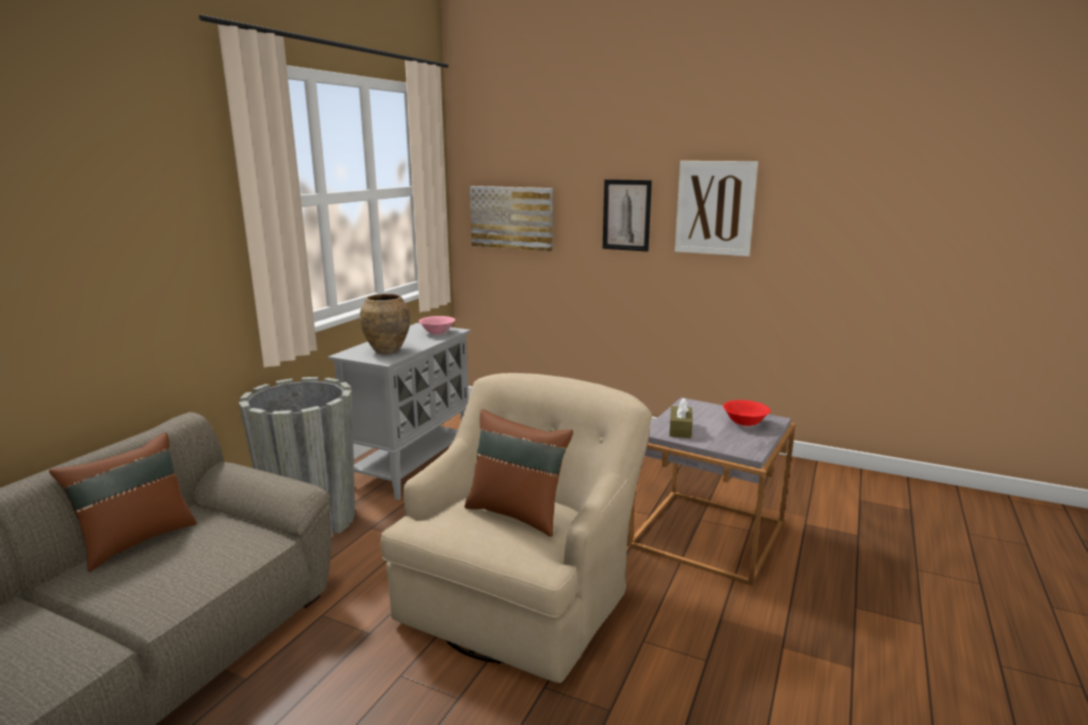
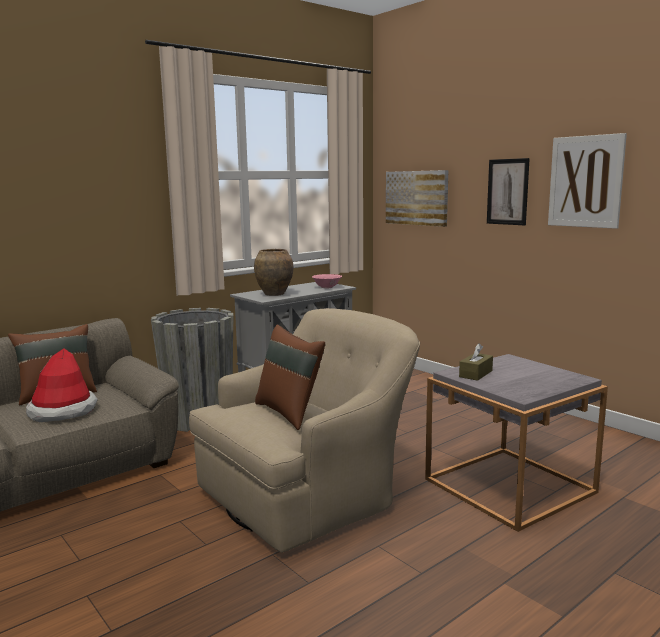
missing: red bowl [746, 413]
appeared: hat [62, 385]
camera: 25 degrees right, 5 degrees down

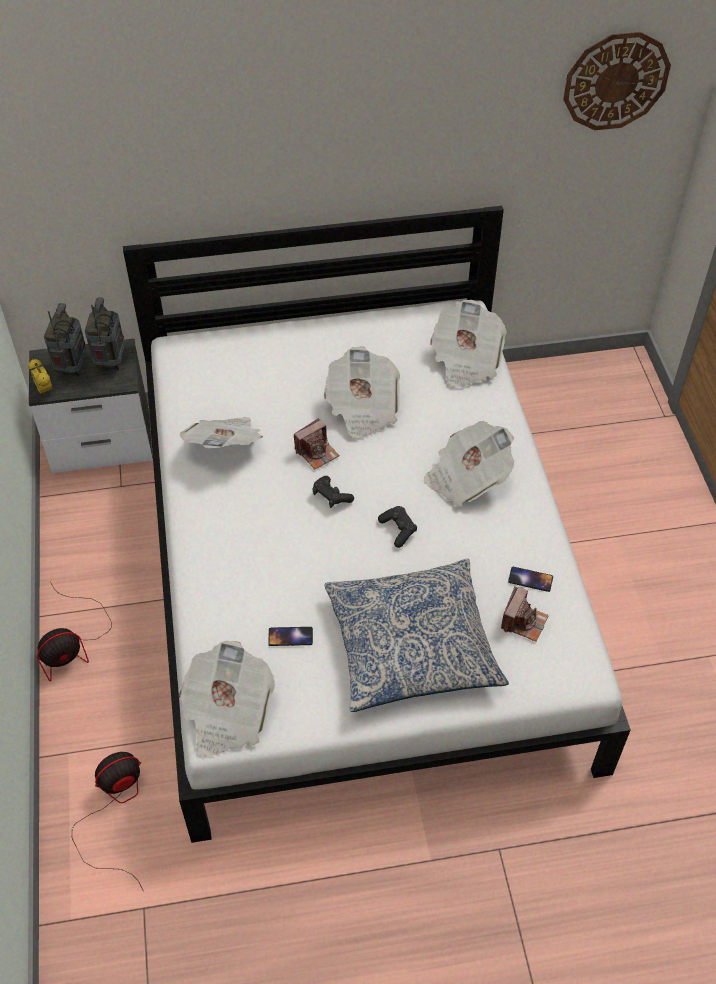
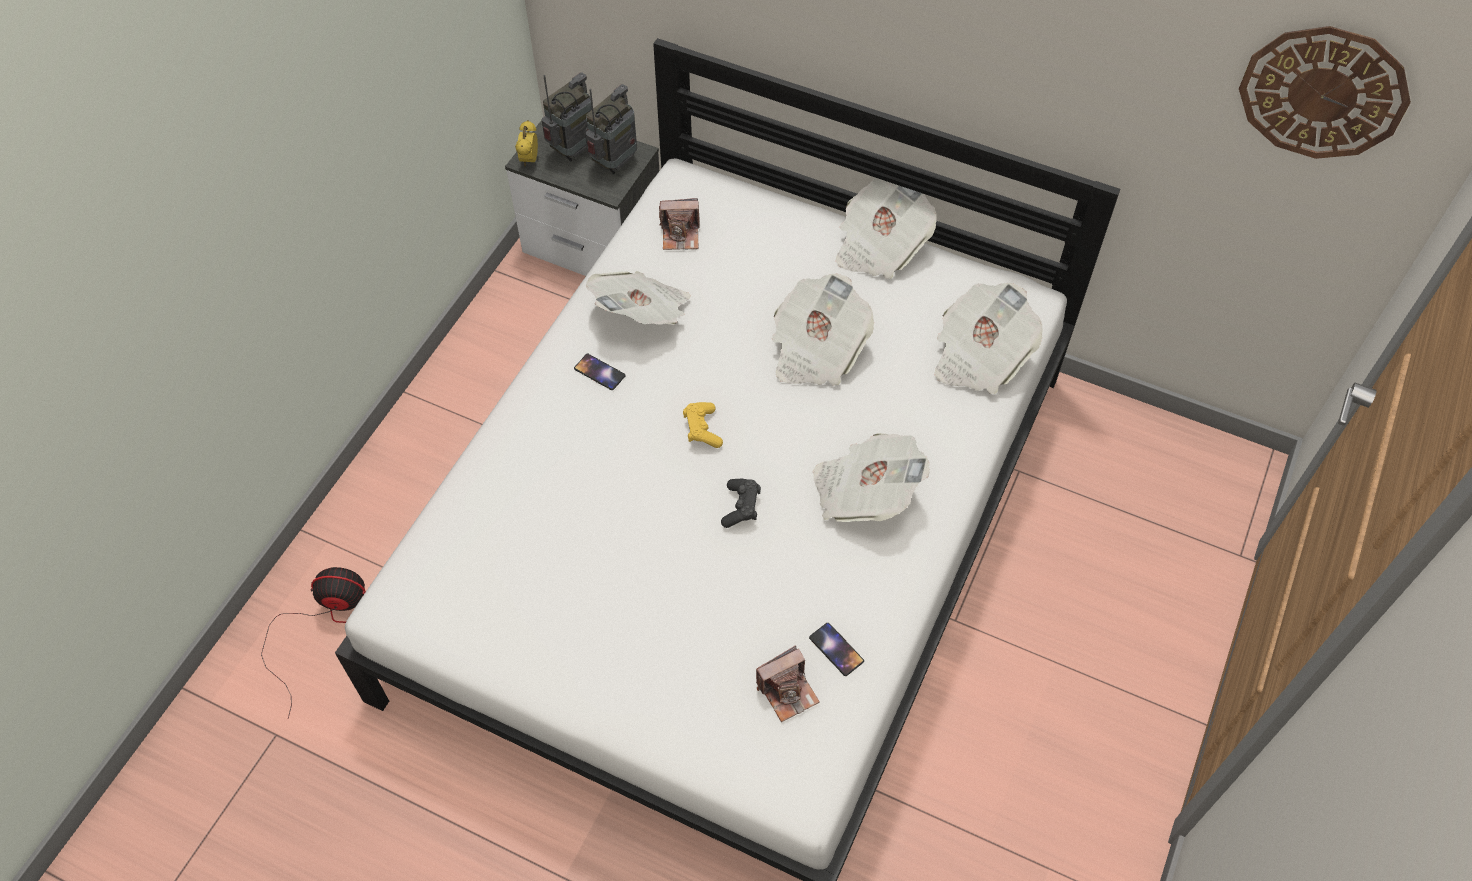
missing: fan [74, 631]; pillow [416, 635]
relocated: newspaper [227, 698] to [886, 228]; phone [290, 636] to [600, 372]; photo camera [317, 443] to [679, 224]
colour: black game controller [333, 492] to yellow game controller [703, 425]
camera: 35 degrees right, 5 degrees up

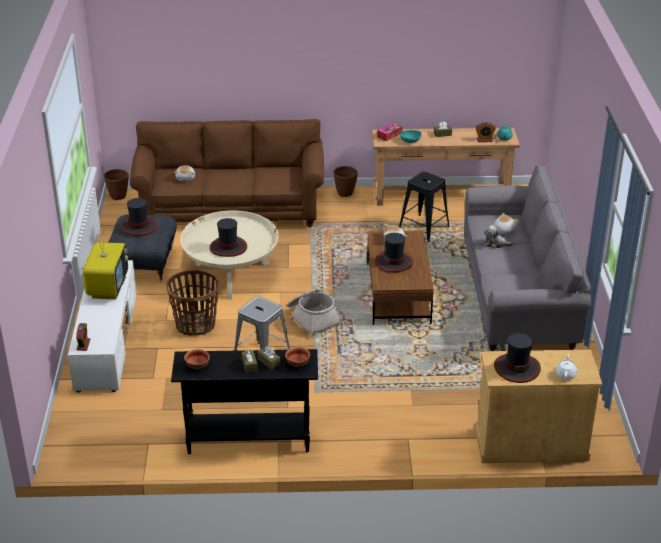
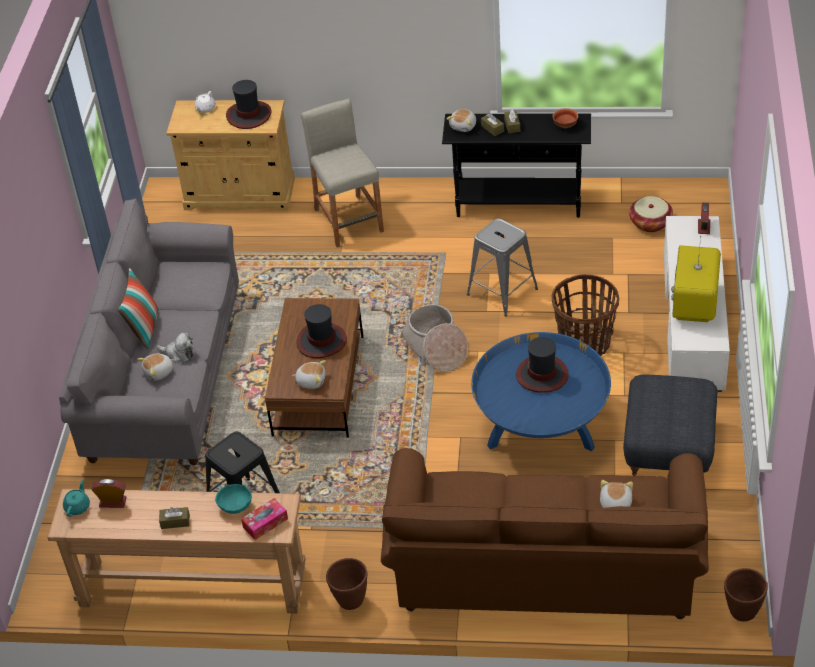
missing: hat [139, 217]
appeared: pillow [138, 308]; beige stool [342, 173]; basket [651, 214]
exchanged: bowl [297, 357] to plush toy [461, 120]
colour: beige coffee table [229, 255] to blue coffee table [541, 391]
camera: 170 degrees left, 10 degrees up

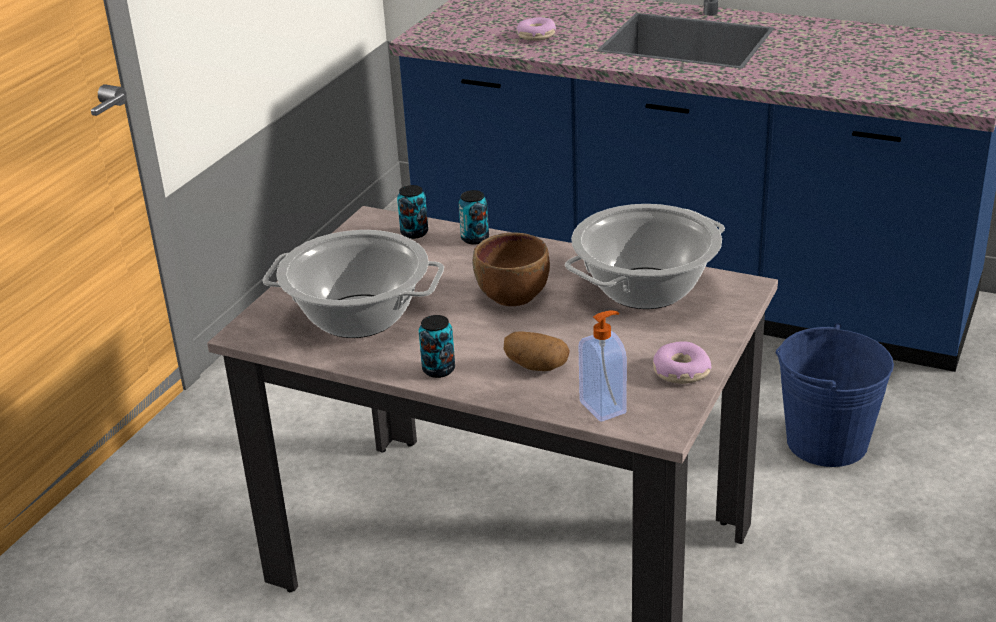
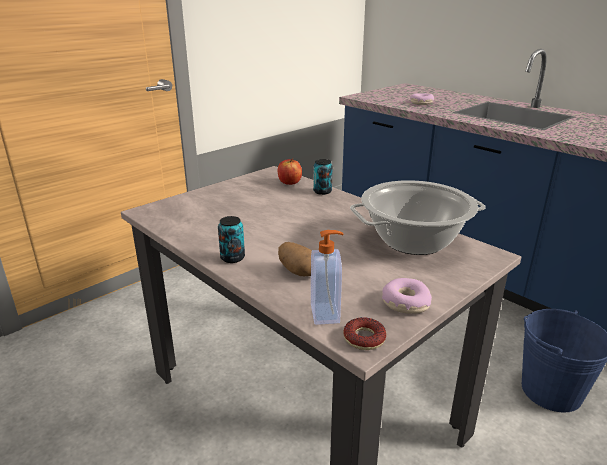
missing: cooking pot [353, 284]; brown bowl [511, 269]
appeared: donut [364, 333]
exchanged: can [412, 212] to apple [290, 171]
camera: 20 degrees right, 5 degrees down

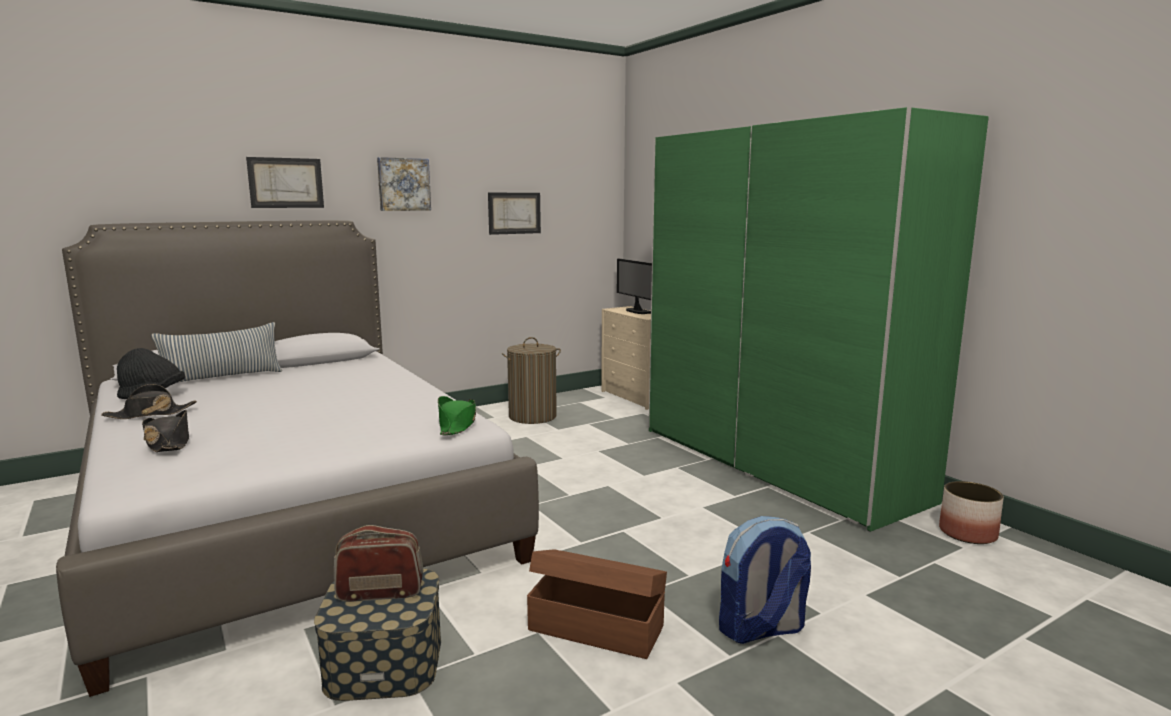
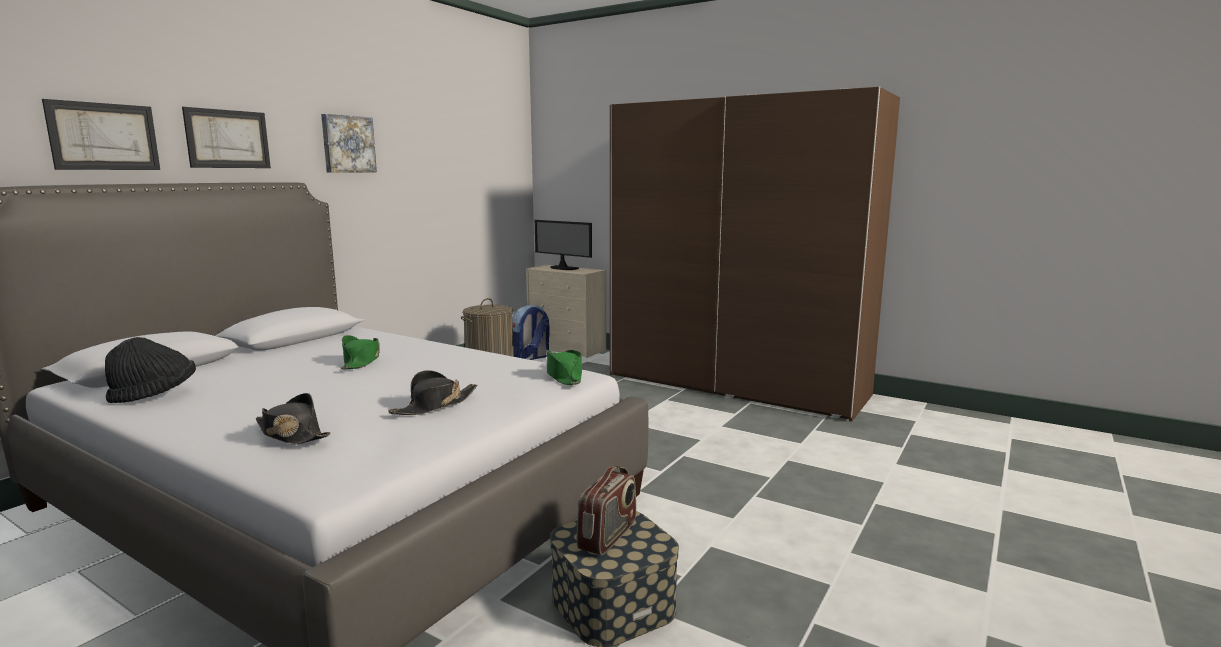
missing: pillow [216, 352]; brown storage box [597, 604]; planter [971, 512]
appeared: green hat [360, 352]
relocated: black hat [149, 401] to [432, 392]; picture [514, 214] to [101, 134]; backpack [765, 580] to [531, 332]
colour: green wardrobe [819, 319] to brown wardrobe [755, 254]
spun: radio [378, 563] = [606, 510] 150 degrees clockwise
camera: 25 degrees left, 0 degrees up

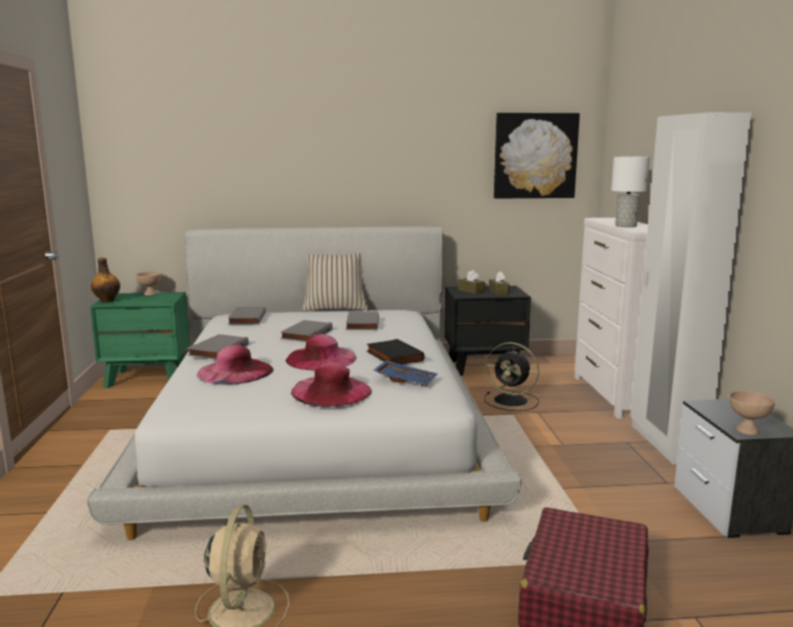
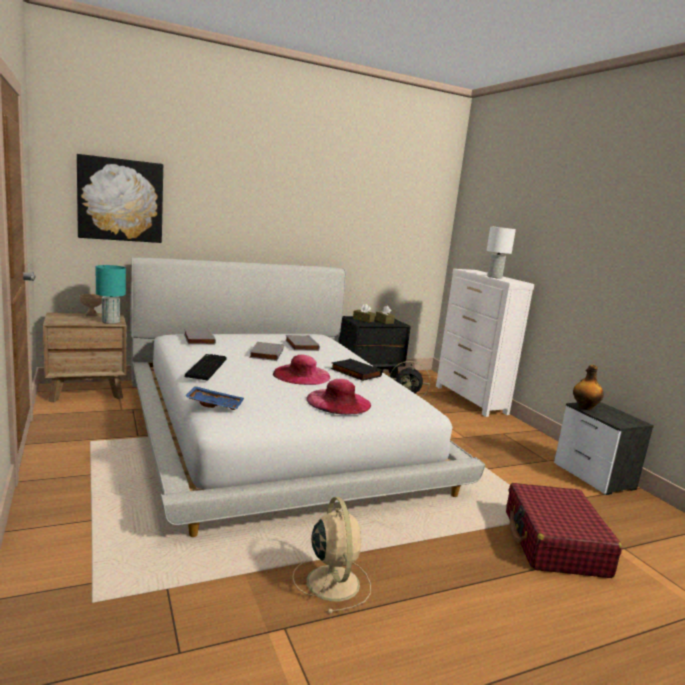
missing: pink hat [235, 365]; beige pillow [334, 282]; white wardrobe [691, 288]; beige bowl [752, 413]
appeared: turquoise table lamp [111, 294]
relocated: bottle [105, 280] to [588, 387]; blue tray [405, 373] to [214, 398]; picture [537, 156] to [120, 198]
exchanged: grey book [218, 347] to keyboard [206, 367]
colour: green nightstand [140, 340] to brown nightstand [84, 357]
camera: 20 degrees left, 0 degrees up

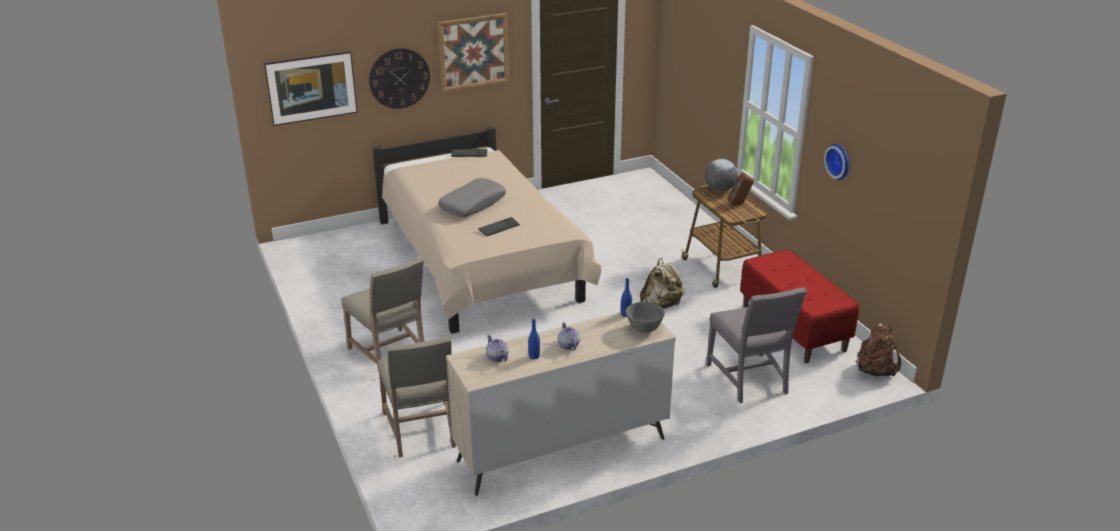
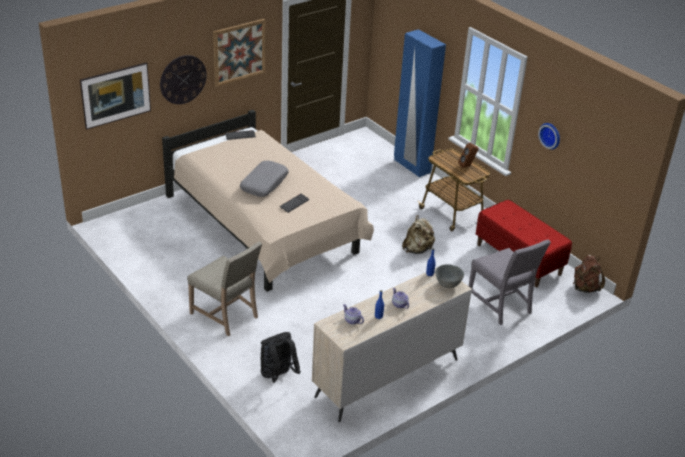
missing: globe [721, 175]
appeared: blue wardrobe [420, 103]
exchanged: beige chair [416, 397] to black backpack [281, 357]
camera: 15 degrees left, 5 degrees up

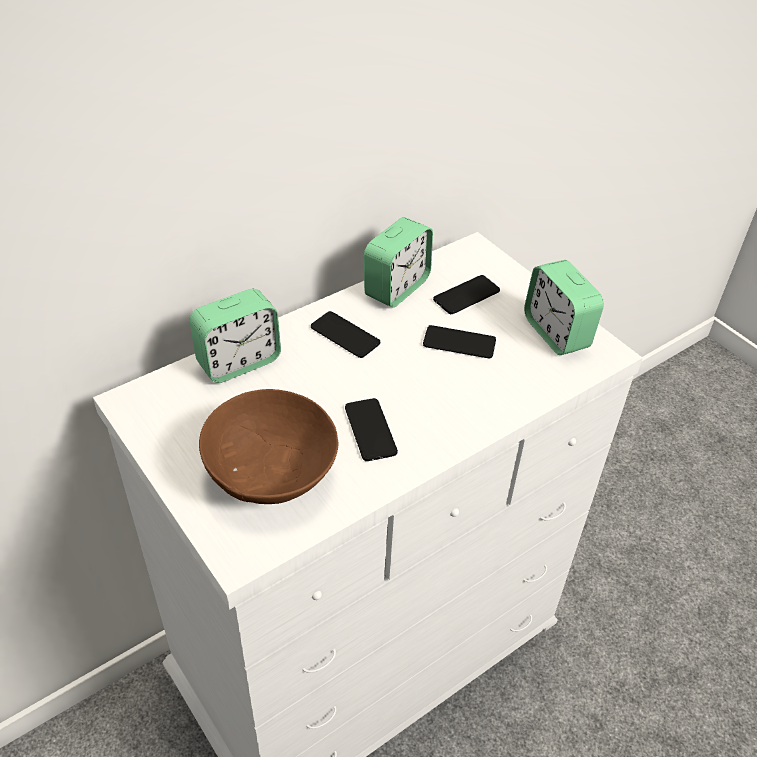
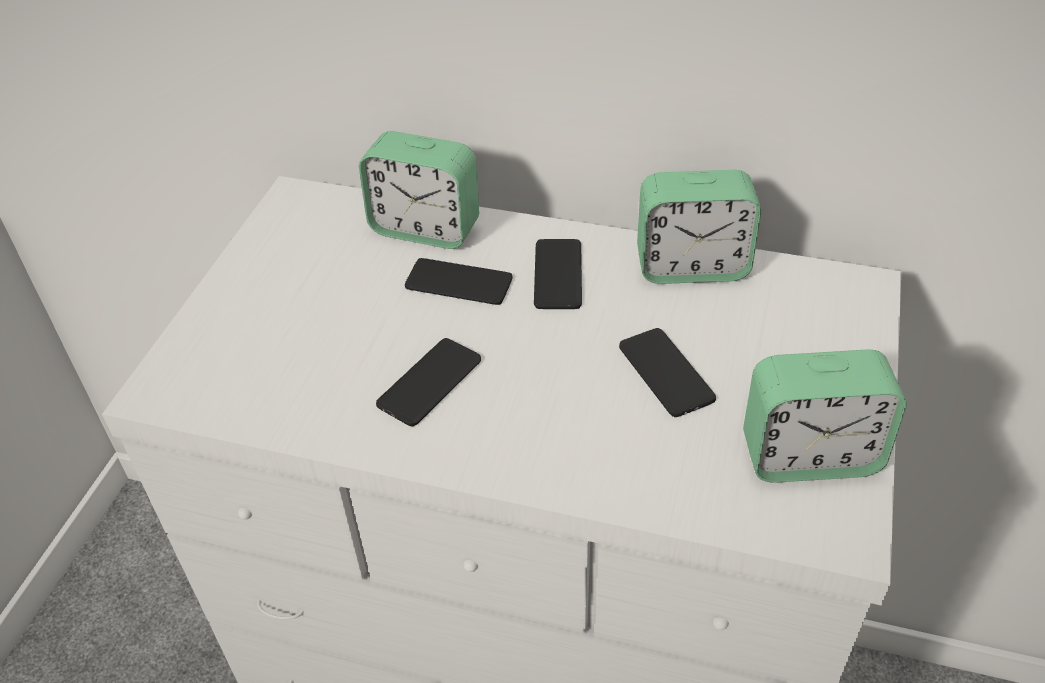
missing: brown bowl [268, 446]
relocated: phone [466, 294] to [458, 281]
spun: alarm clock [564, 307] = [825, 416] 120 degrees counterclockwise
camera: 55 degrees right, 0 degrees up

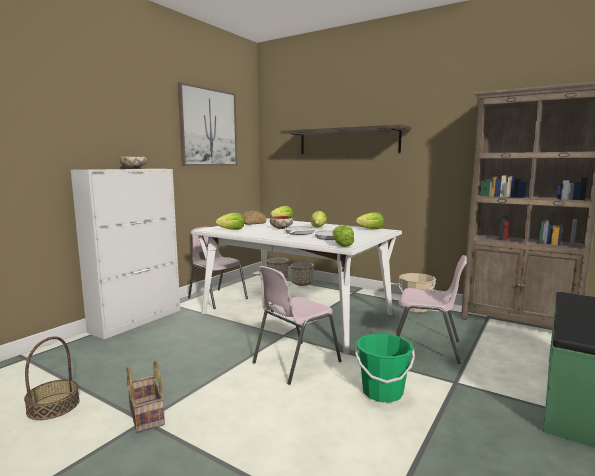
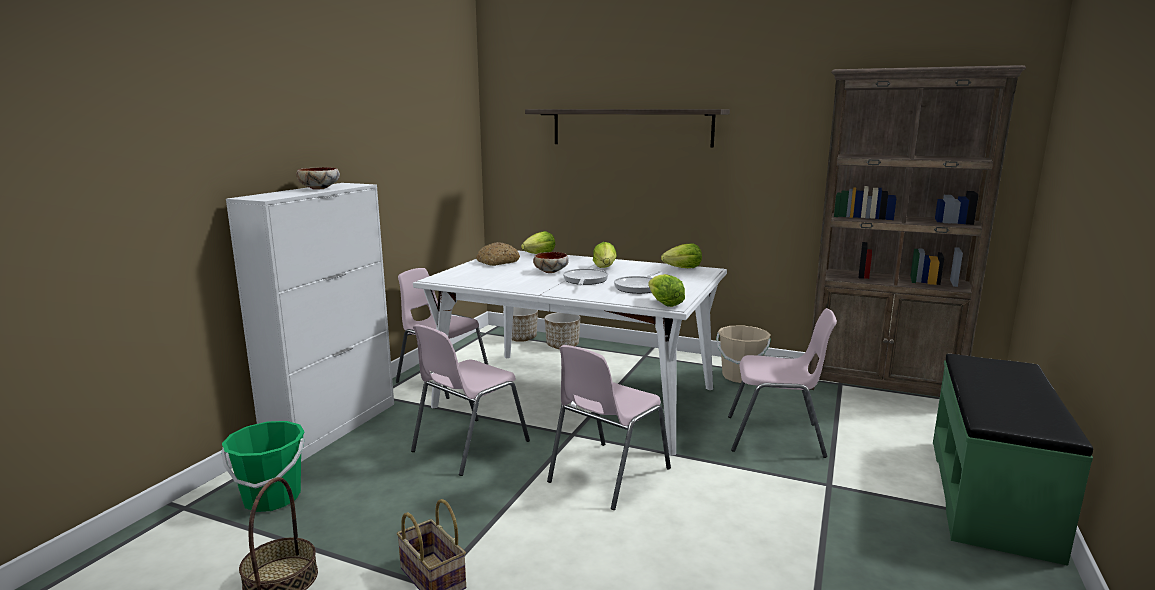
missing: picture [207, 124]; lettuce [229, 221]
appeared: pink chair [470, 400]
relocated: green bucket [385, 368] to [263, 466]
camera: 10 degrees left, 5 degrees up

